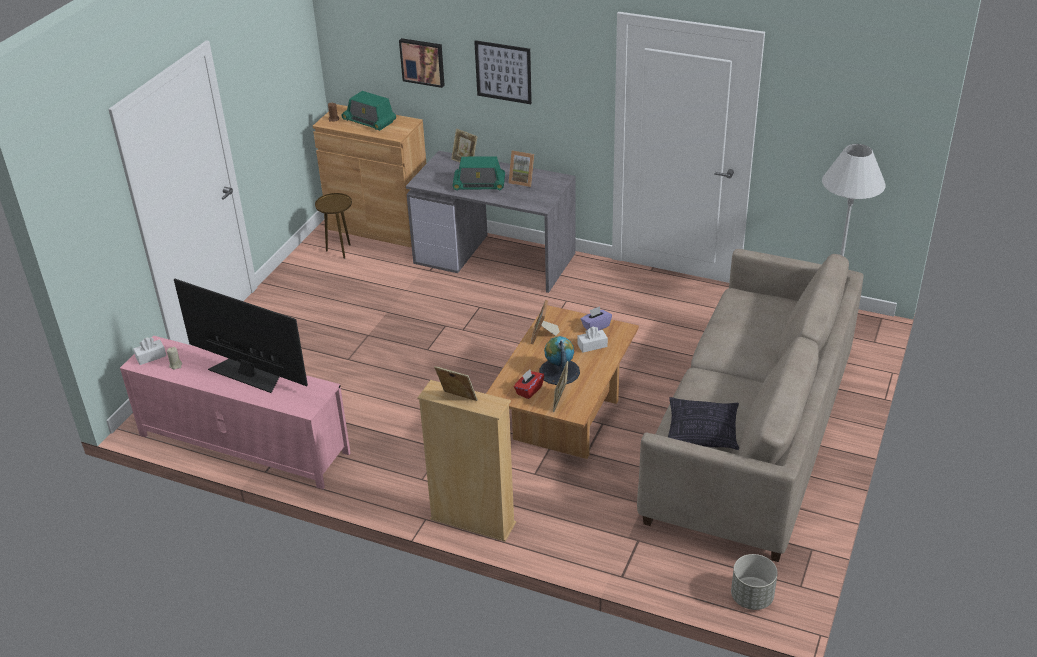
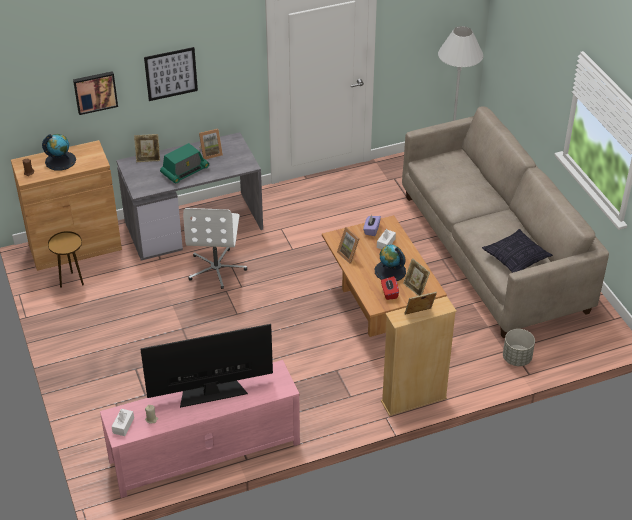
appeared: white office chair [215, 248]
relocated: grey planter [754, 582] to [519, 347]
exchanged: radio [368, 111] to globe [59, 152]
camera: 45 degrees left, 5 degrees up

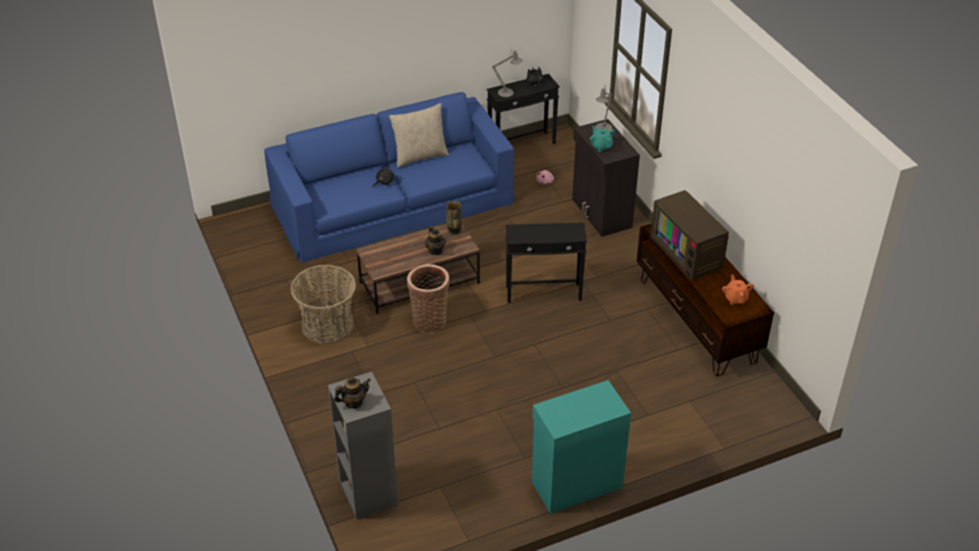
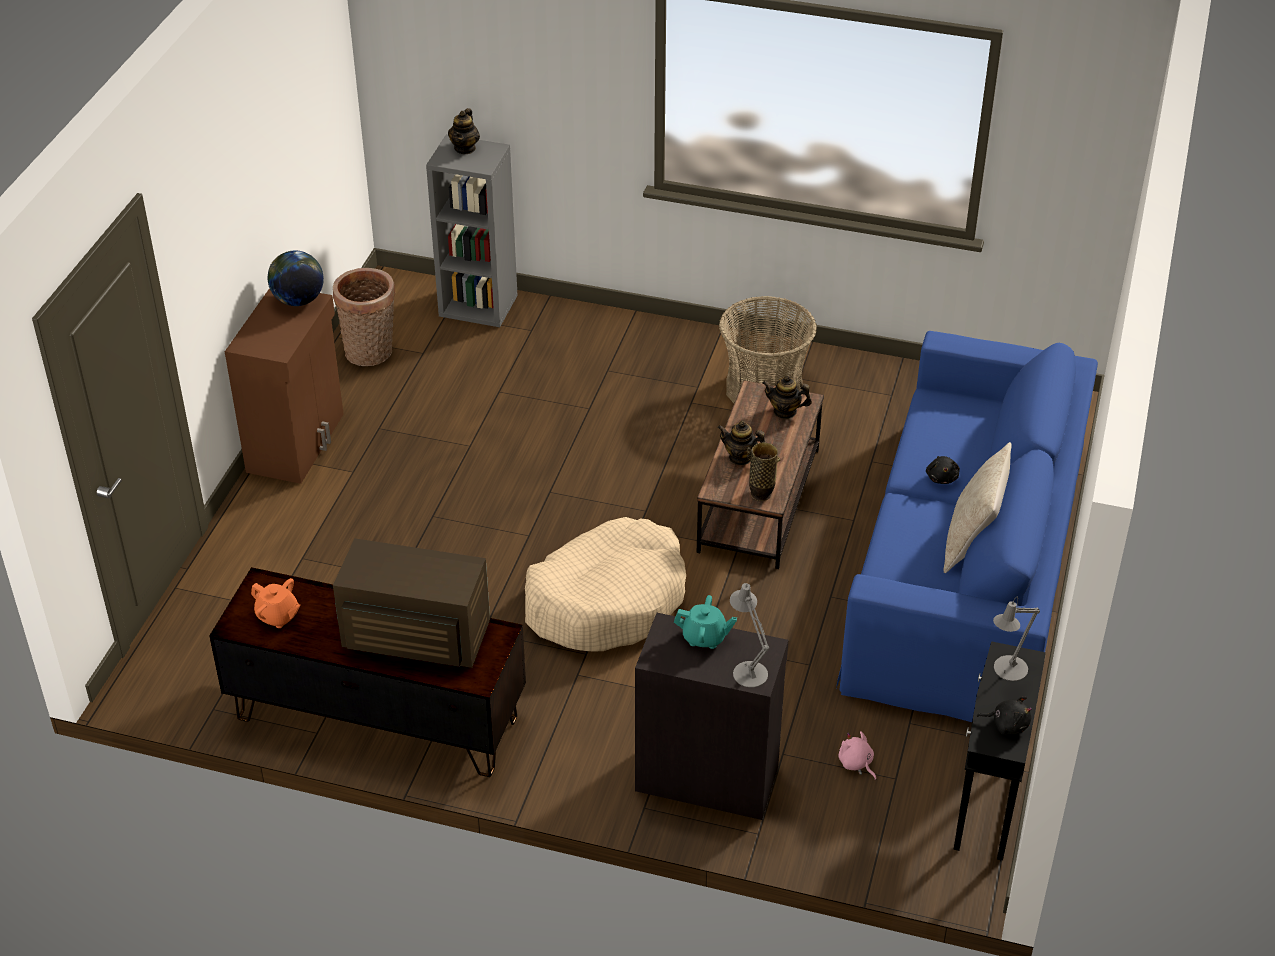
appeared: globe [295, 278]; teapot [787, 397]
relocated: basket [428, 298] to [364, 317]
exchanged: black side table [546, 262] to beige dog bed [605, 584]
colour: turquoise cabinet [581, 447] to brown cabinet [284, 386]
camera: 130 degrees right, 0 degrees up

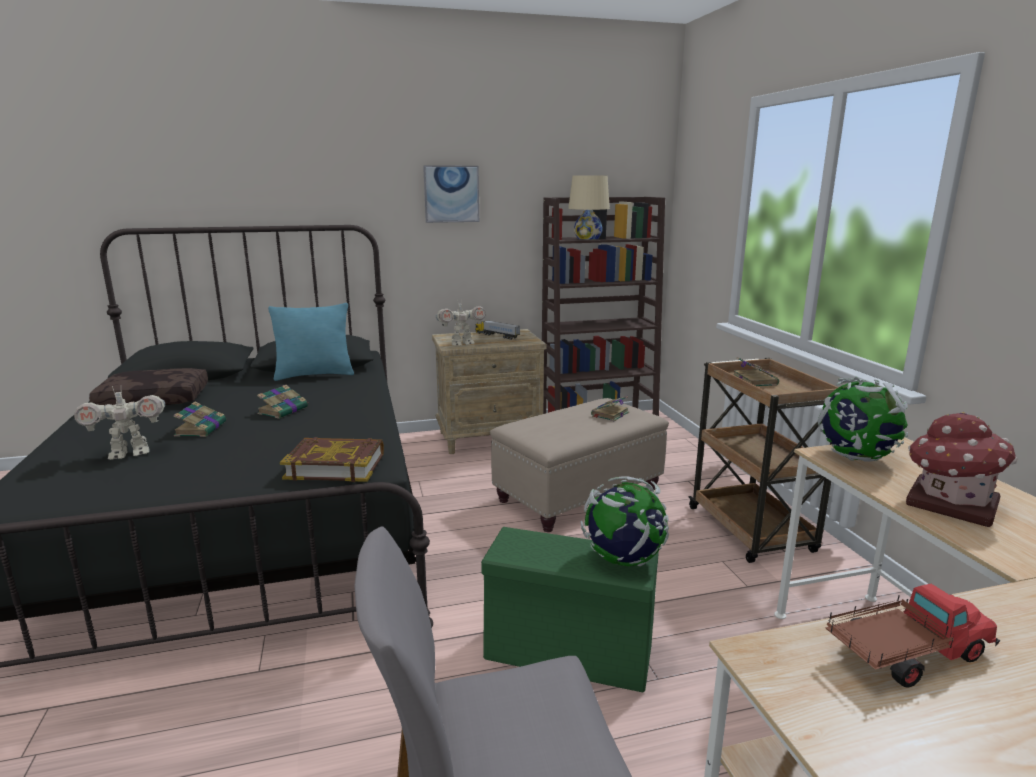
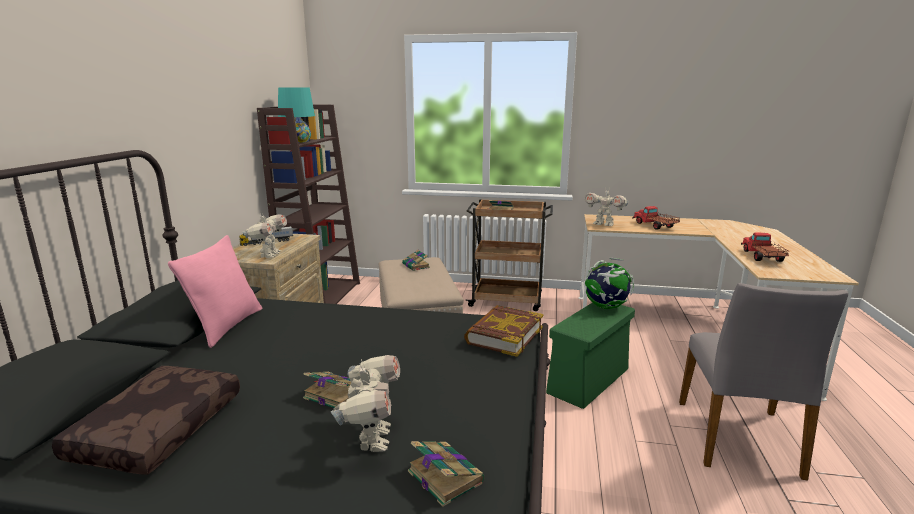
missing: picture [451, 194]
relocated: book [283, 402] to [446, 474]
exchanged: globe [863, 419] to toy robot [606, 207]; toy house [961, 469] to toy truck [656, 218]
colour: turquoise pillow [311, 342] to pink pillow [215, 291]; beige table lamp [589, 207] to turquoise table lamp [296, 115]
camera: 65 degrees left, 0 degrees up

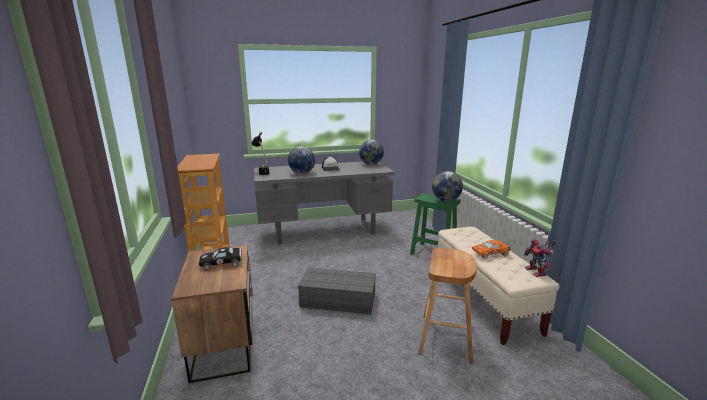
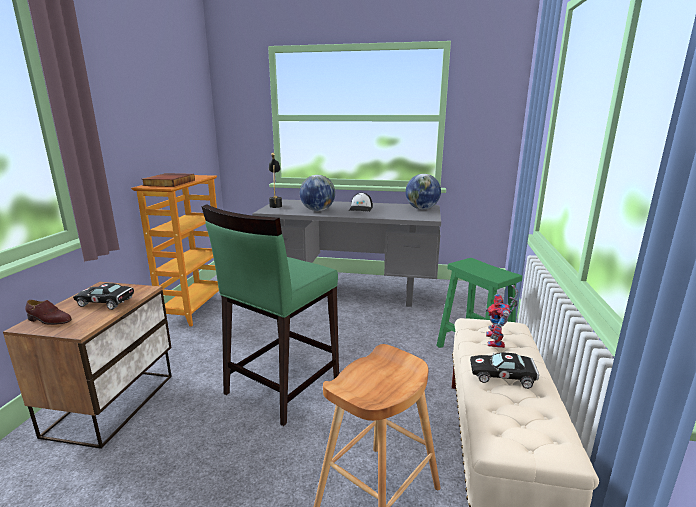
missing: globe [447, 186]
appeared: brown shoe [48, 312]; book [168, 180]
relocated: toy robot [540, 254] to [502, 316]
exchanged: grey storage box [337, 291] to green stool [270, 315]
colour: orange toy car [491, 249] to black toy car [504, 370]
camera: 25 degrees right, 0 degrees up

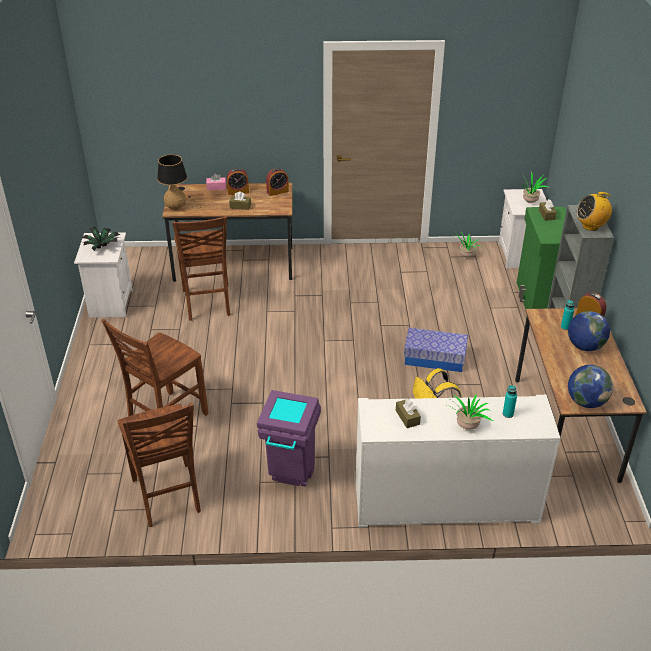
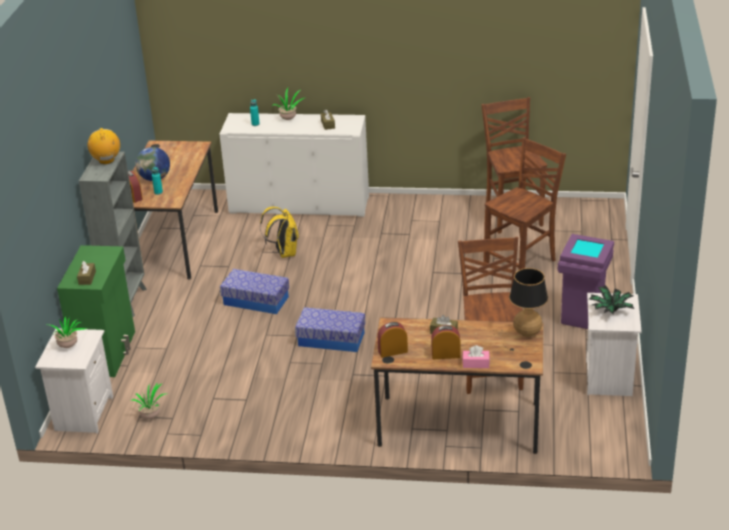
missing: globe [590, 386]
appeared: storage box [330, 329]
relocated: purple trash can [289, 438] to [586, 281]
spun: radio [594, 211] = [104, 146] 105 degrees counterclockwise
camera: 170 degrees left, 5 degrees down

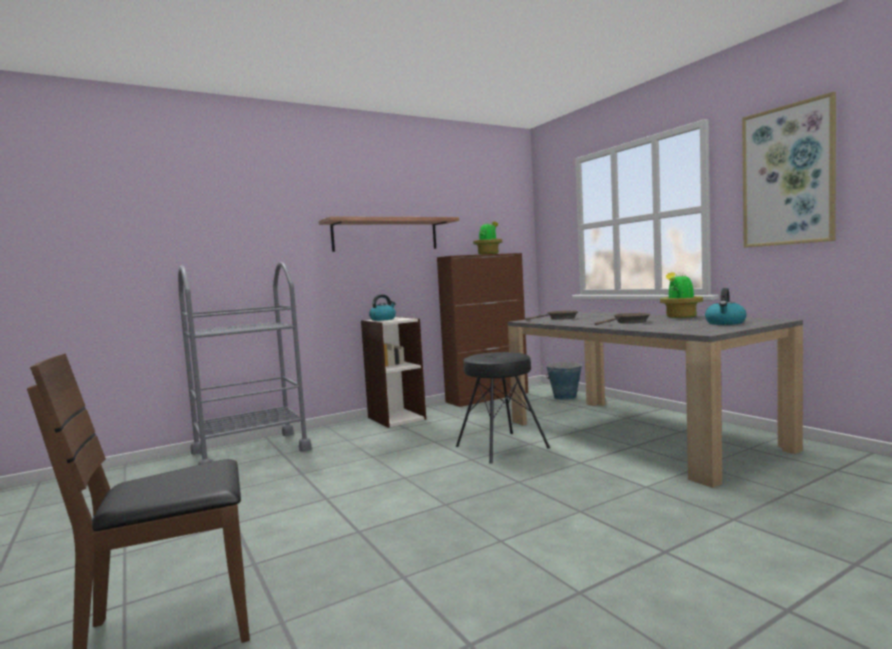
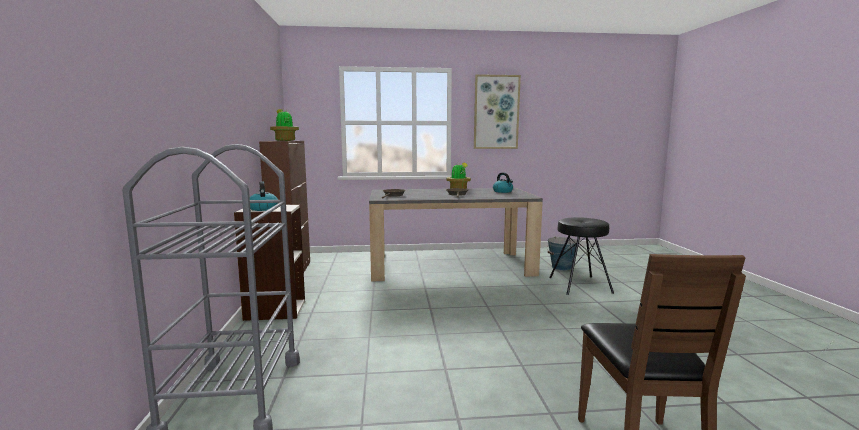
missing: shelf [389, 234]
relocated: black stool [503, 408] to [581, 256]; bucket [564, 380] to [562, 253]
camera: 65 degrees left, 5 degrees up

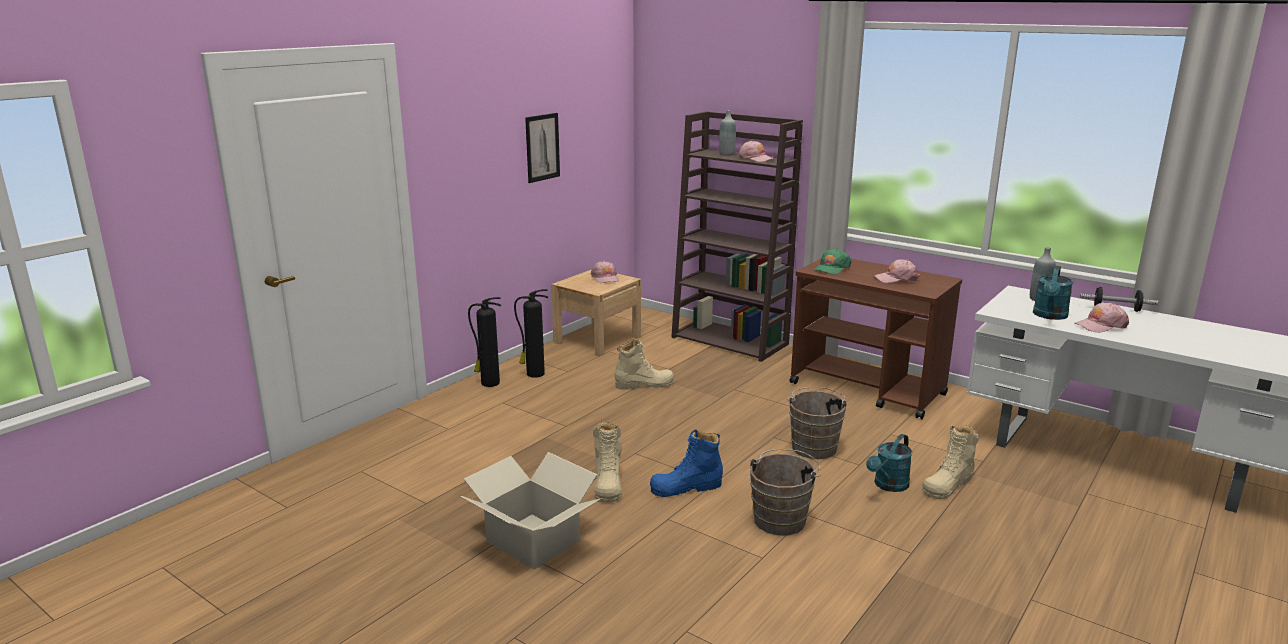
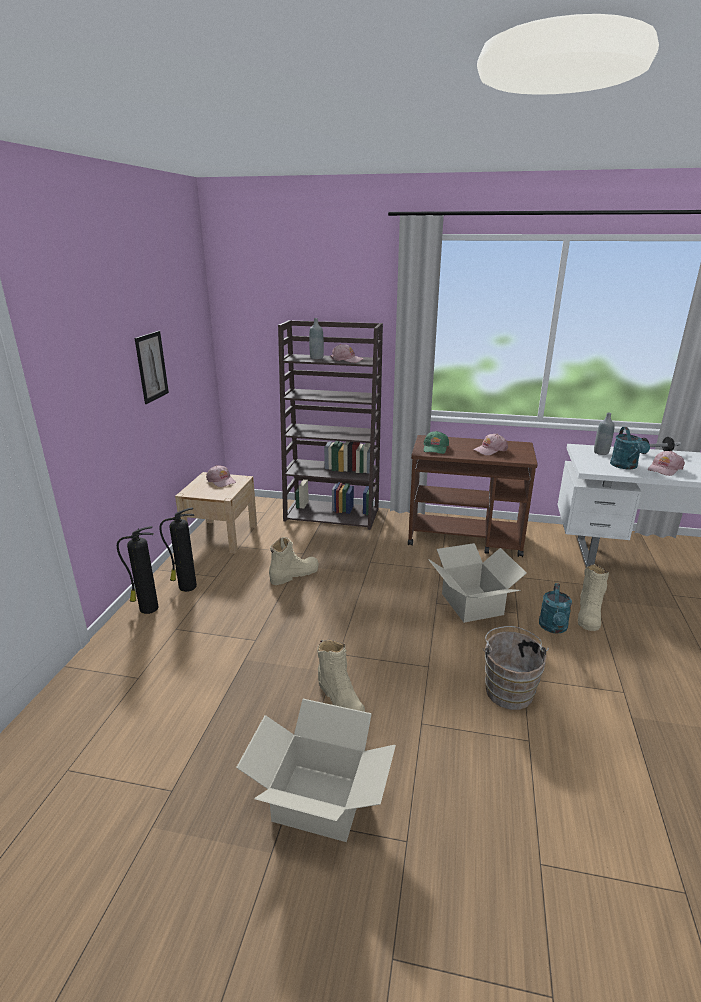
missing: blue boot [686, 463]
exchanged: brown bucket [818, 423] to cardboard box [477, 583]
camera: 25 degrees left, 5 degrees up

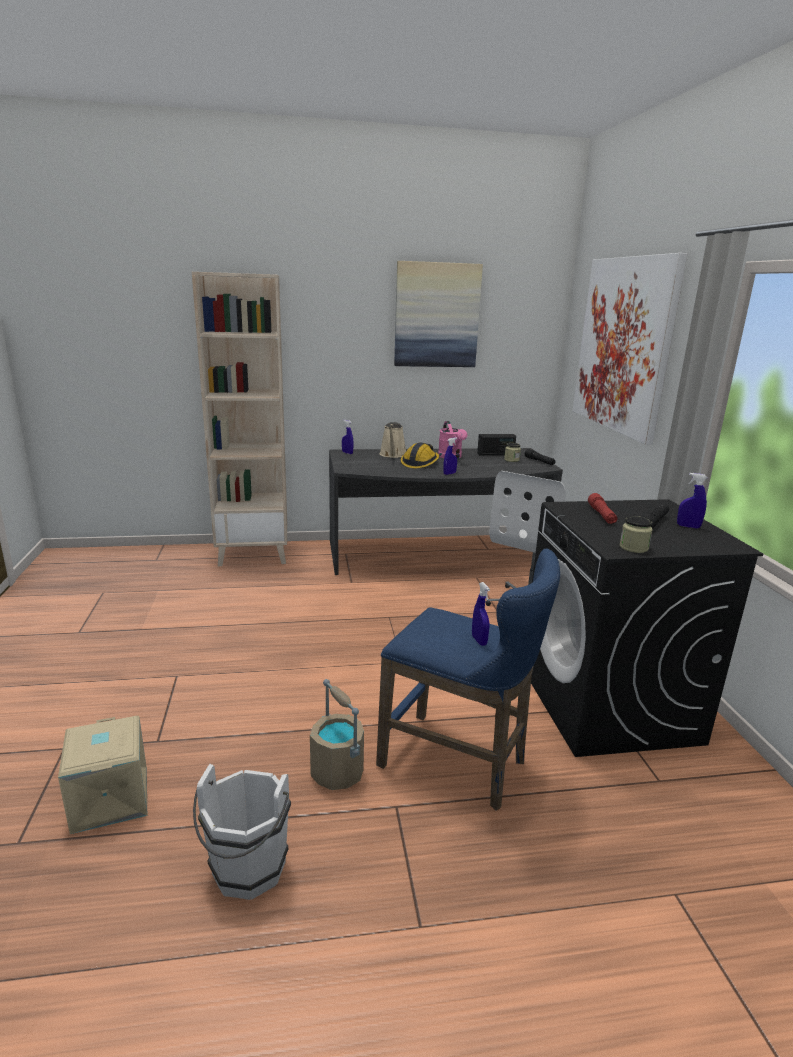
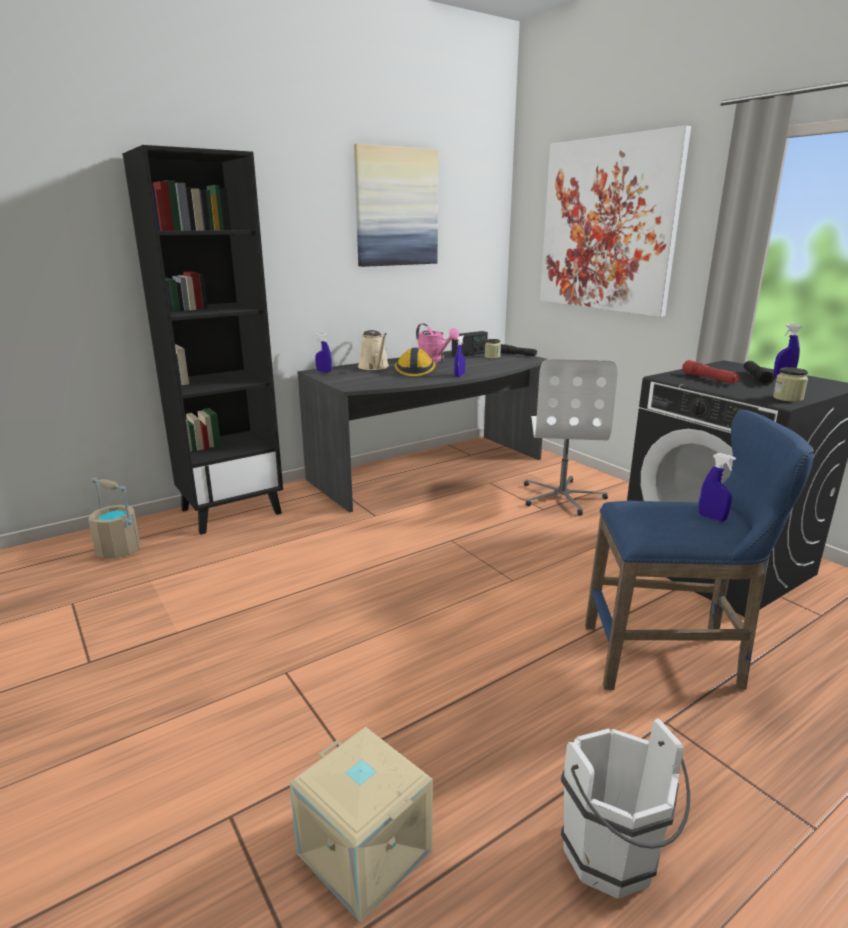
relocated: beige bucket [337, 734] to [114, 518]
colour: beige bookcase [239, 419] to black bookcase [203, 340]
camera: 25 degrees left, 0 degrees up

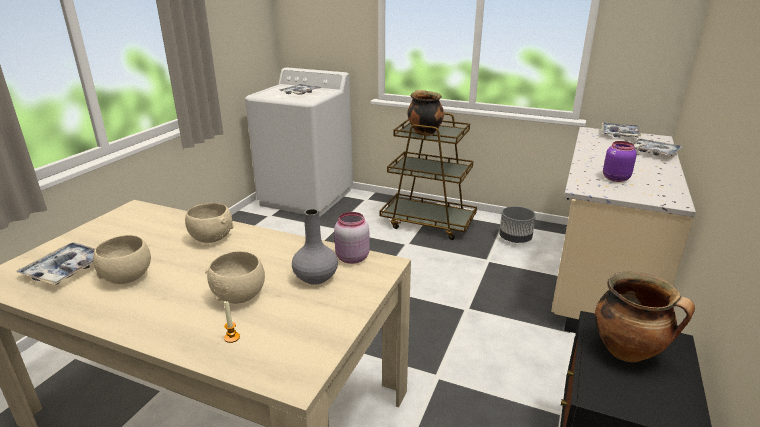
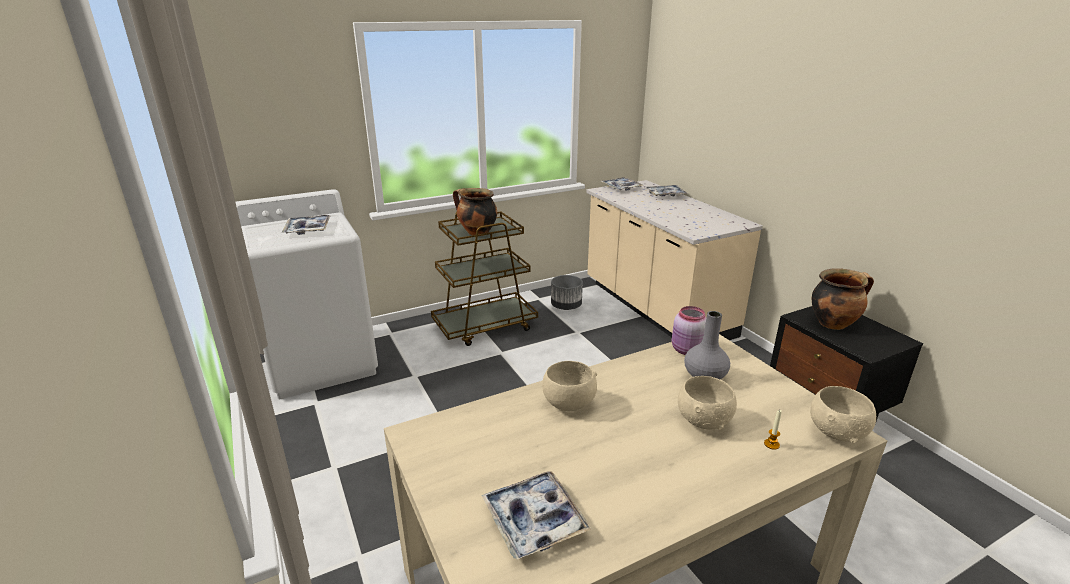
missing: purple jar [620, 161]
relocated: beige bowl [122, 259] to [843, 414]
camera: 50 degrees left, 0 degrees up

